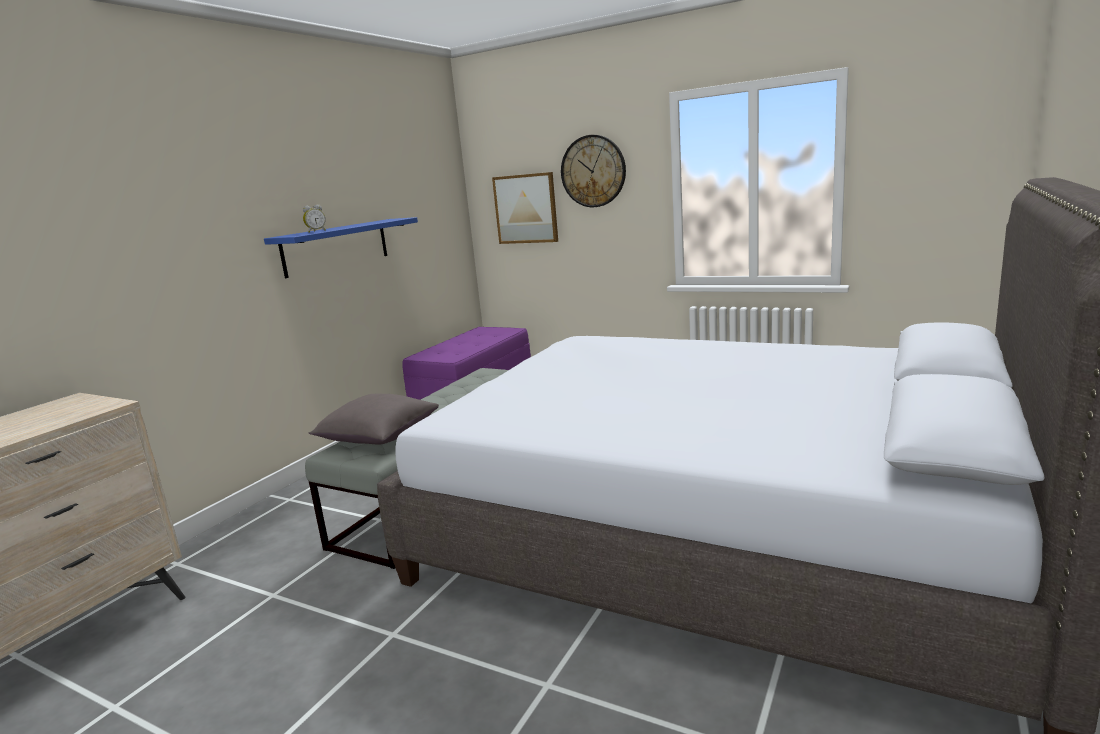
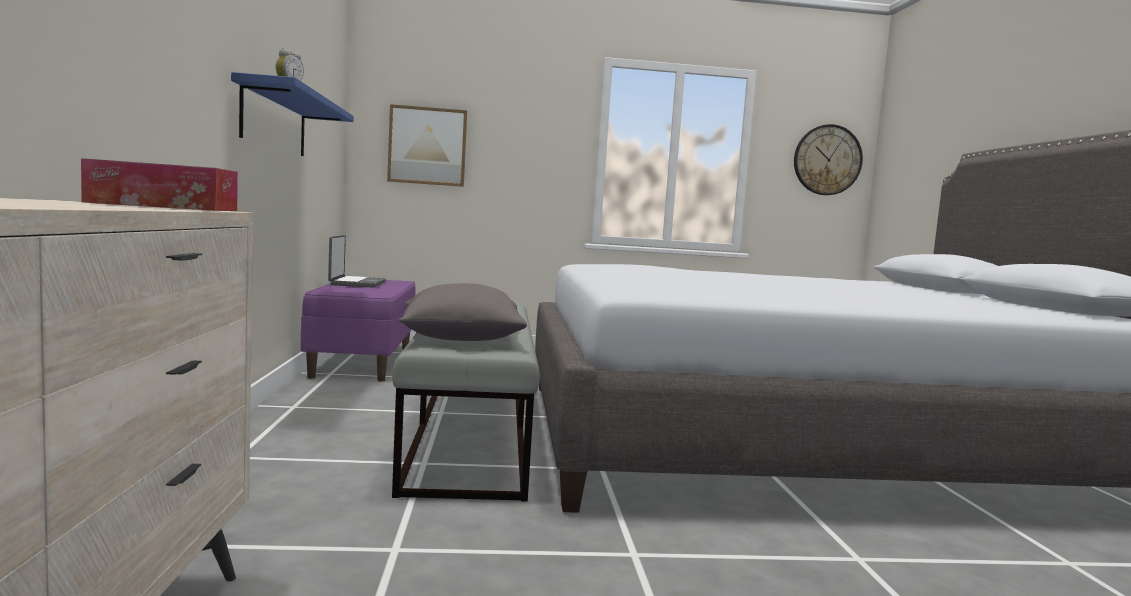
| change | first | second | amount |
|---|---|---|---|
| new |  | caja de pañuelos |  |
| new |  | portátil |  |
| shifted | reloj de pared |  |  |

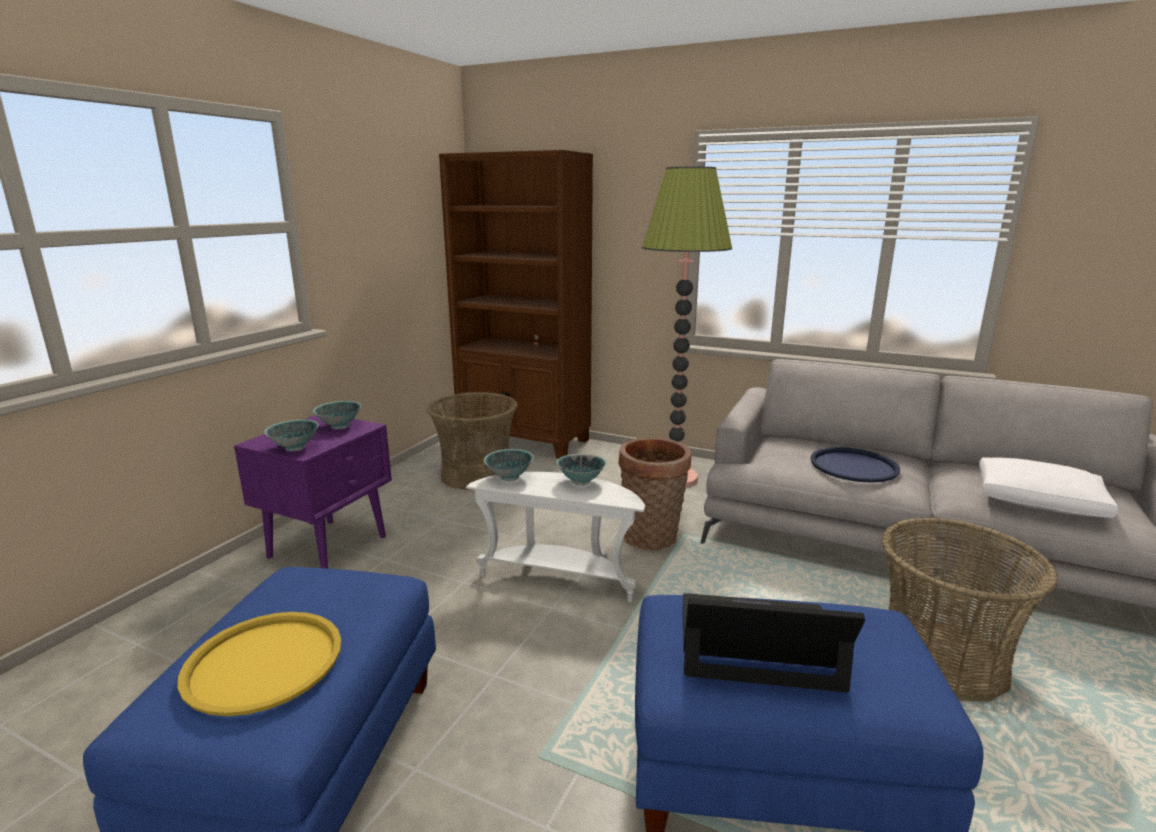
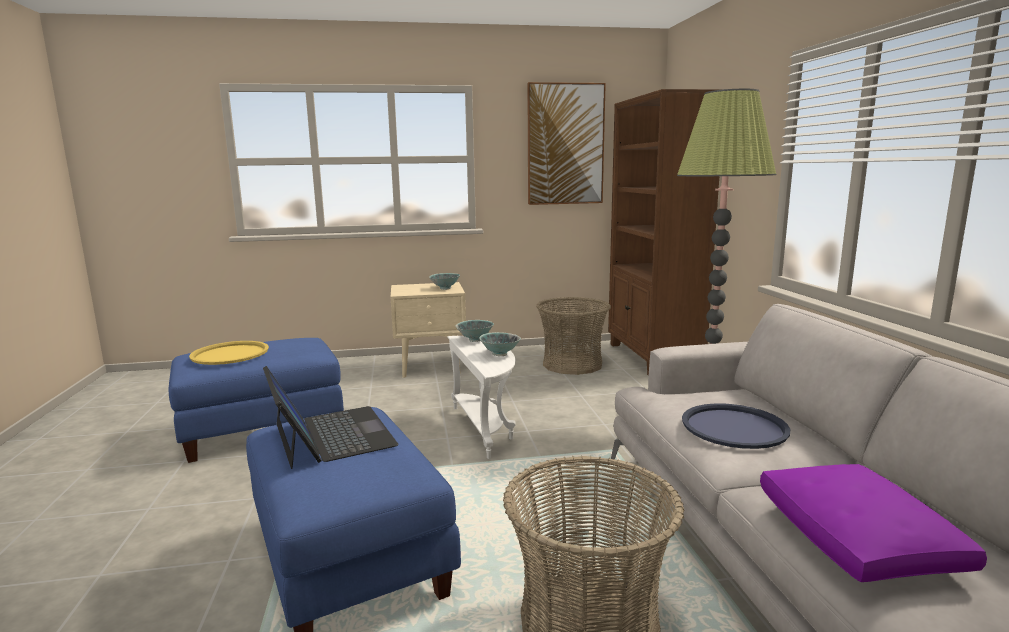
| change | first | second | amount |
|---|---|---|---|
| gone | cuenco (no. 1 from left) |  |  |
| gone | cesta (no. 2 from left) |  |  |
| new |  | cuadro |  |
| repainted | mesita de noche [morado] | mesita de noche [beis] |  |
| repainted | cojín [blanco] | cojín [morado] |  |

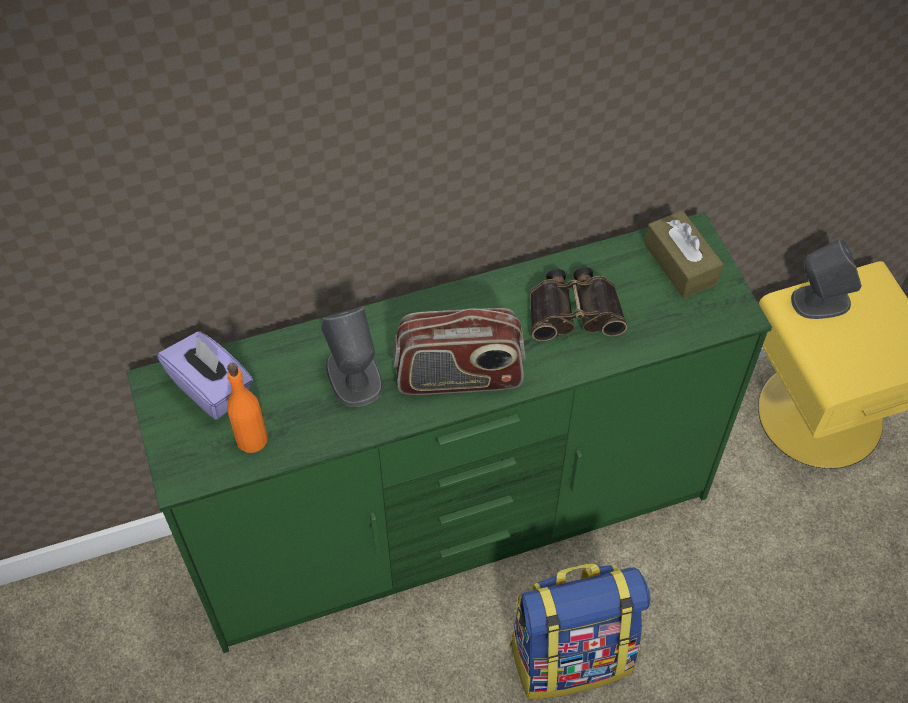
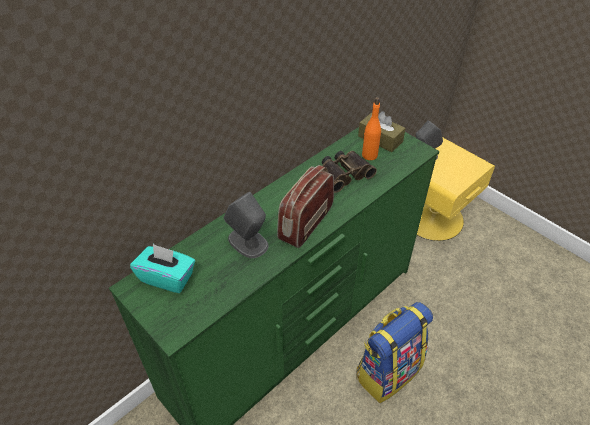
| change | first | second | amount |
|---|---|---|---|
| shifted | botella [naranja] |  |  |
| repainted | caja de pañuelos [morado] | caja de pañuelos [turquesa] |  |
| rotated | radio |  | 150 degrees clockwise |

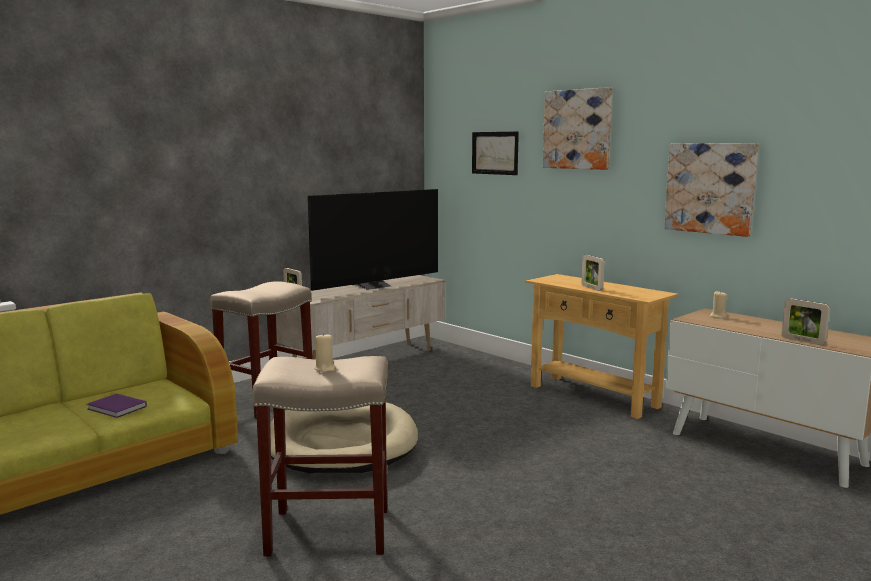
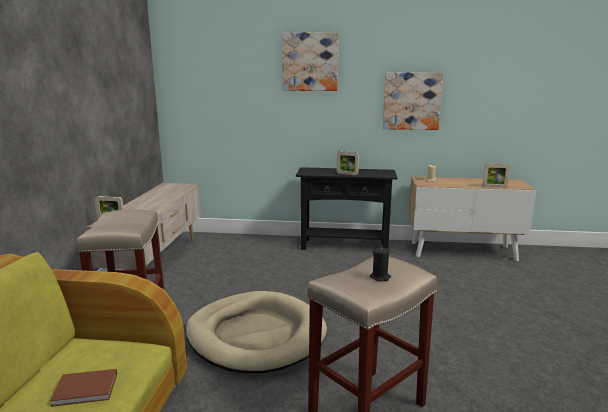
| change | first | second | amount |
|---|---|---|---|
| gone | televisor |  |  |
| gone | cuadro (no. 1 from left) |  |  |
| repainted | libro [morado] | libro [marrón] |  |
| repainted | vela [beis] (no. 1 from left) | vela [negro] |  |
| repainted | mesa consola [beis] | mesa consola [negro] |  |

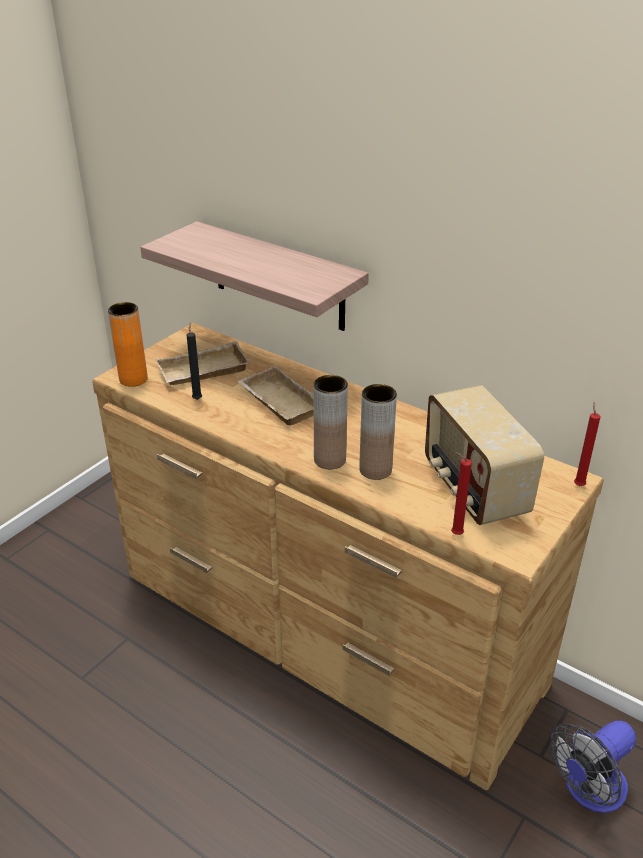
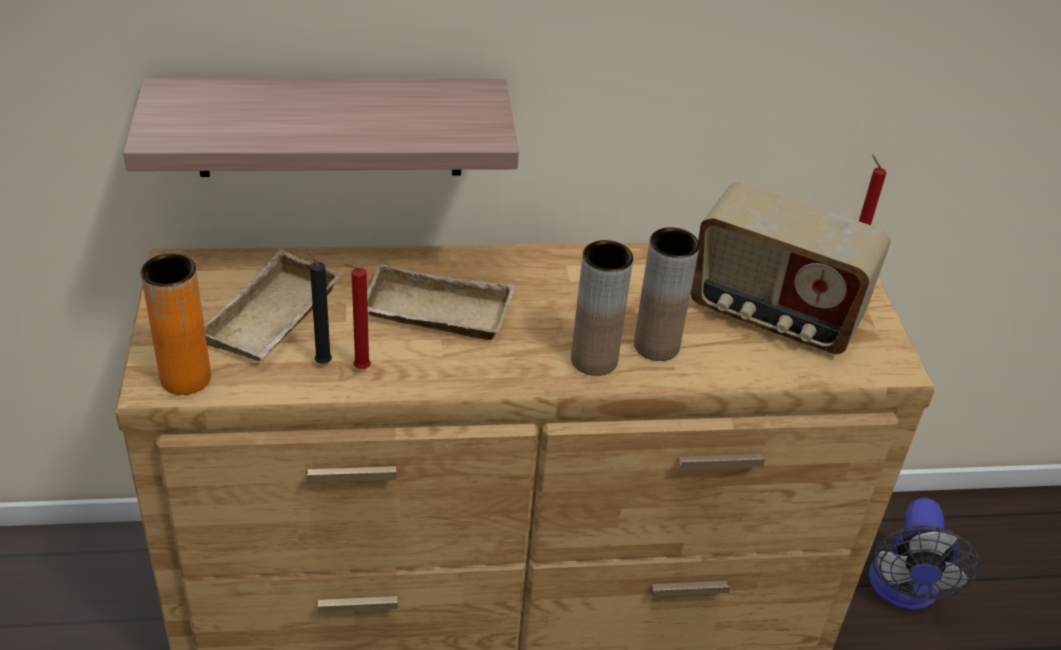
| change | first | second | amount |
|---|---|---|---|
| shifted | vela [rojo] (no. 1 from left) |  |  |

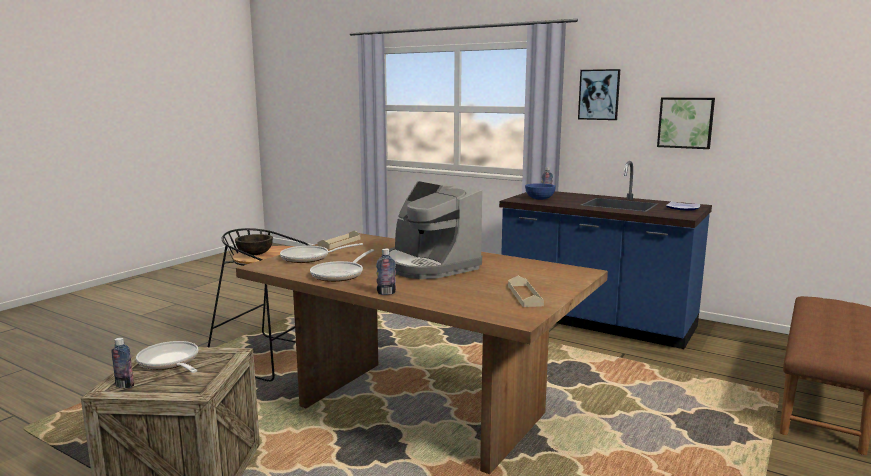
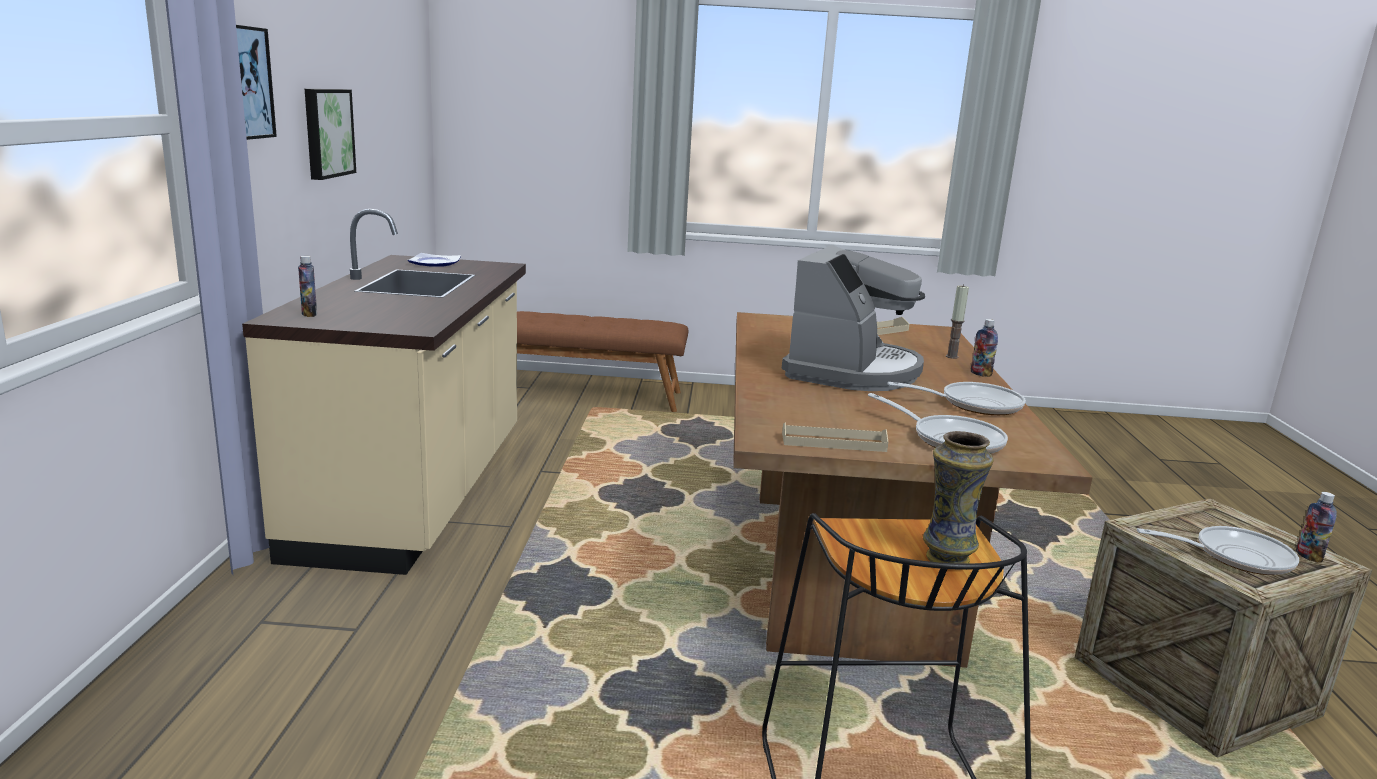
| change | first | second | amount |
|---|---|---|---|
| gone | cuenco [azul] |  |  |
| new |  | vela |  |
| swapped | cuenco [marrón] | florero |  |
| repainted | mueble bajo de cocina [azul] | mueble bajo de cocina [beis] |  |
| rotated | sartén (no. 1 from left in the first image) | sartén (no. 3 from left) | 105 degrees counterclockwise |

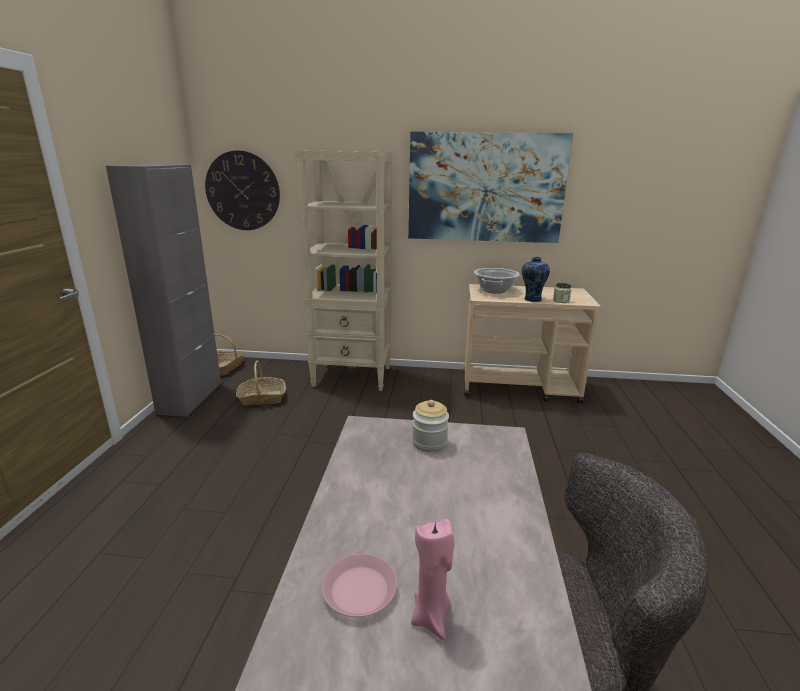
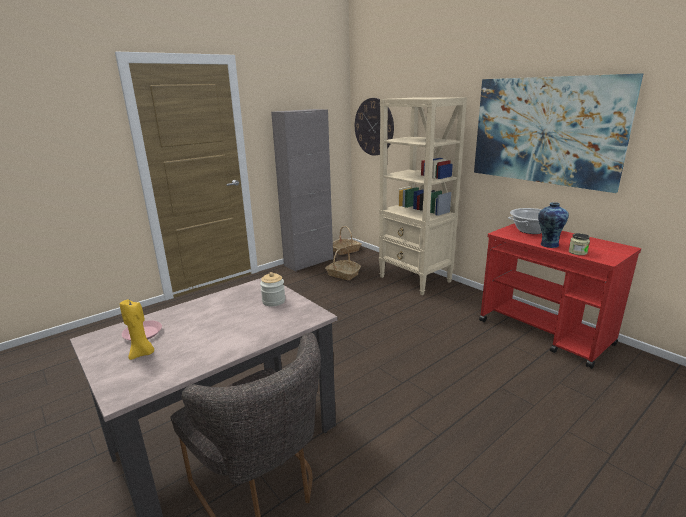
| change | first | second | amount |
|---|---|---|---|
| repainted | vela [rosa] | vela [amarillo] |  |
| repainted | carrito [beis] | carrito [rojo] |  |

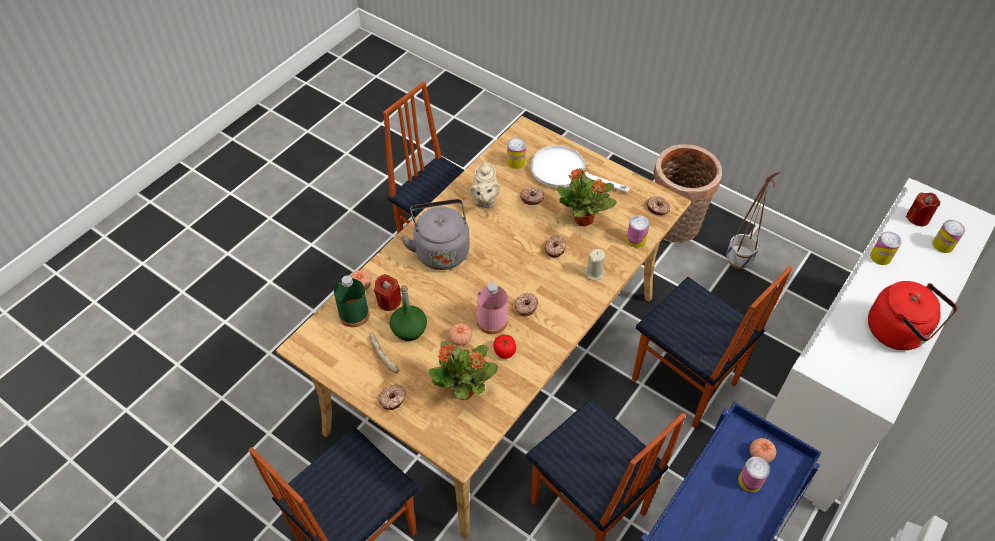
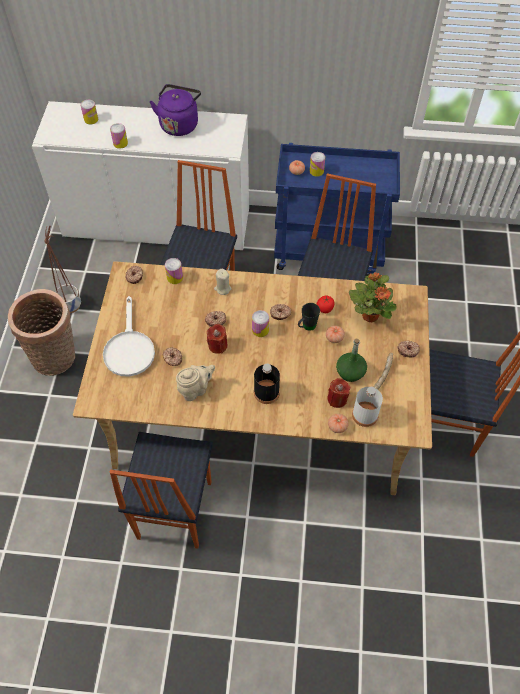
| change | first | second | amount |
|---|---|---|---|
| gone | planta en maceta (no. 2 from left) |  |  |
| shifted | lata (no. 1 from left in the first image) | lata (no. 4 from left) |  |
| shifted | vela [rojo] (no. 2 from left in the first image) | vela [rojo] (no. 1 from left) |  |
| swapped | hervidor [gris] | botella [negro] |  |
| swapped | botella [rosa] | taza grande [negro] |  |
| repainted | botella [verde] (no. 1 from left) | botella [blanco] |  |
| repainted | hervidor [rojo] | hervidor [morado] |  |

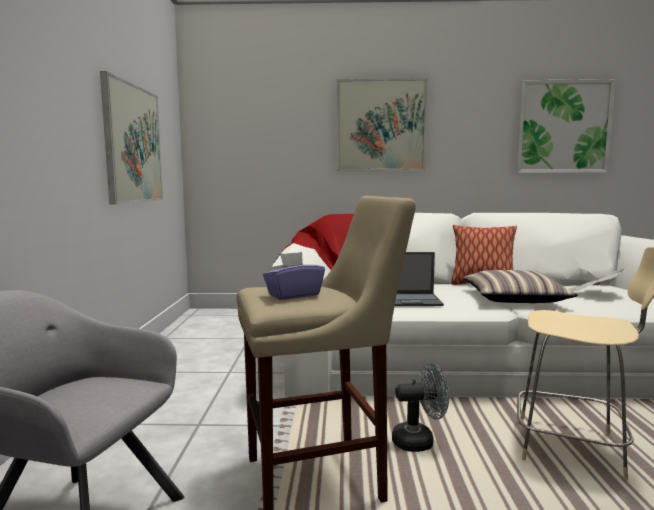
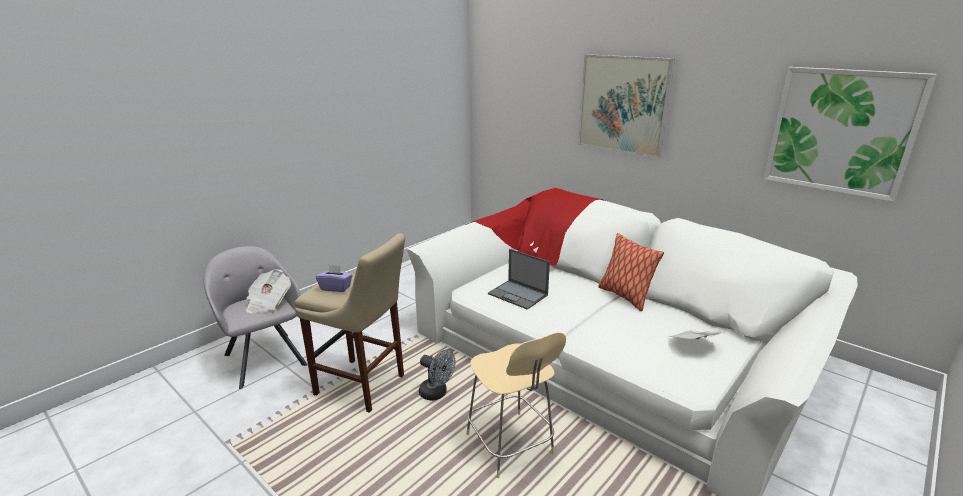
| change | first | second | amount |
|---|---|---|---|
| gone | cuadro (no. 1 from left) |  |  |
| gone | cojín (no. 2 from left) |  |  |
| new |  | periódico (no. 1 from left) |  |

